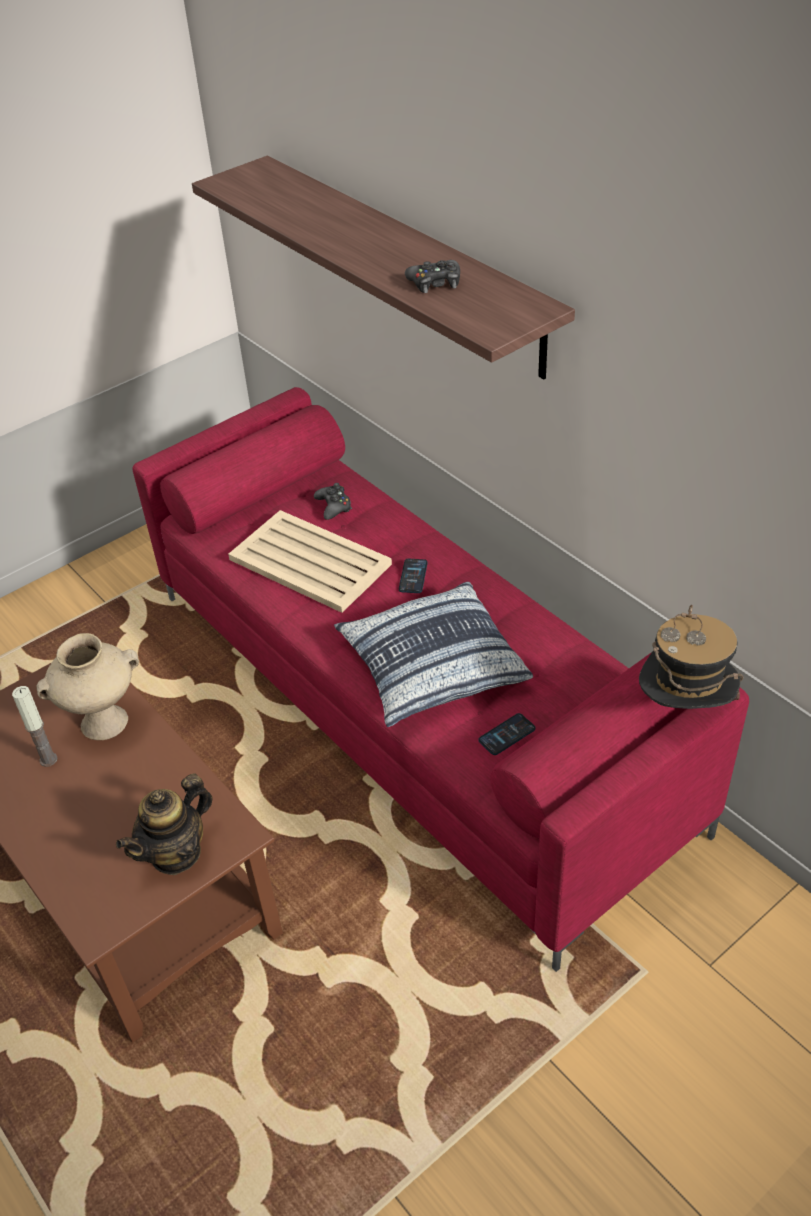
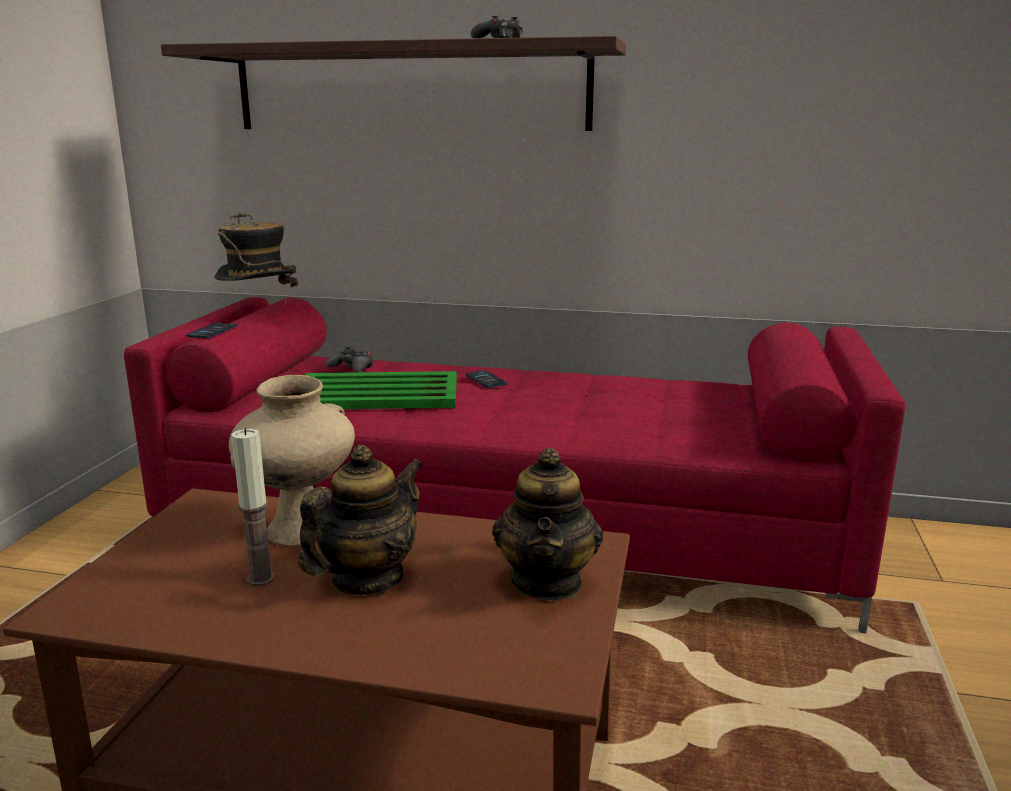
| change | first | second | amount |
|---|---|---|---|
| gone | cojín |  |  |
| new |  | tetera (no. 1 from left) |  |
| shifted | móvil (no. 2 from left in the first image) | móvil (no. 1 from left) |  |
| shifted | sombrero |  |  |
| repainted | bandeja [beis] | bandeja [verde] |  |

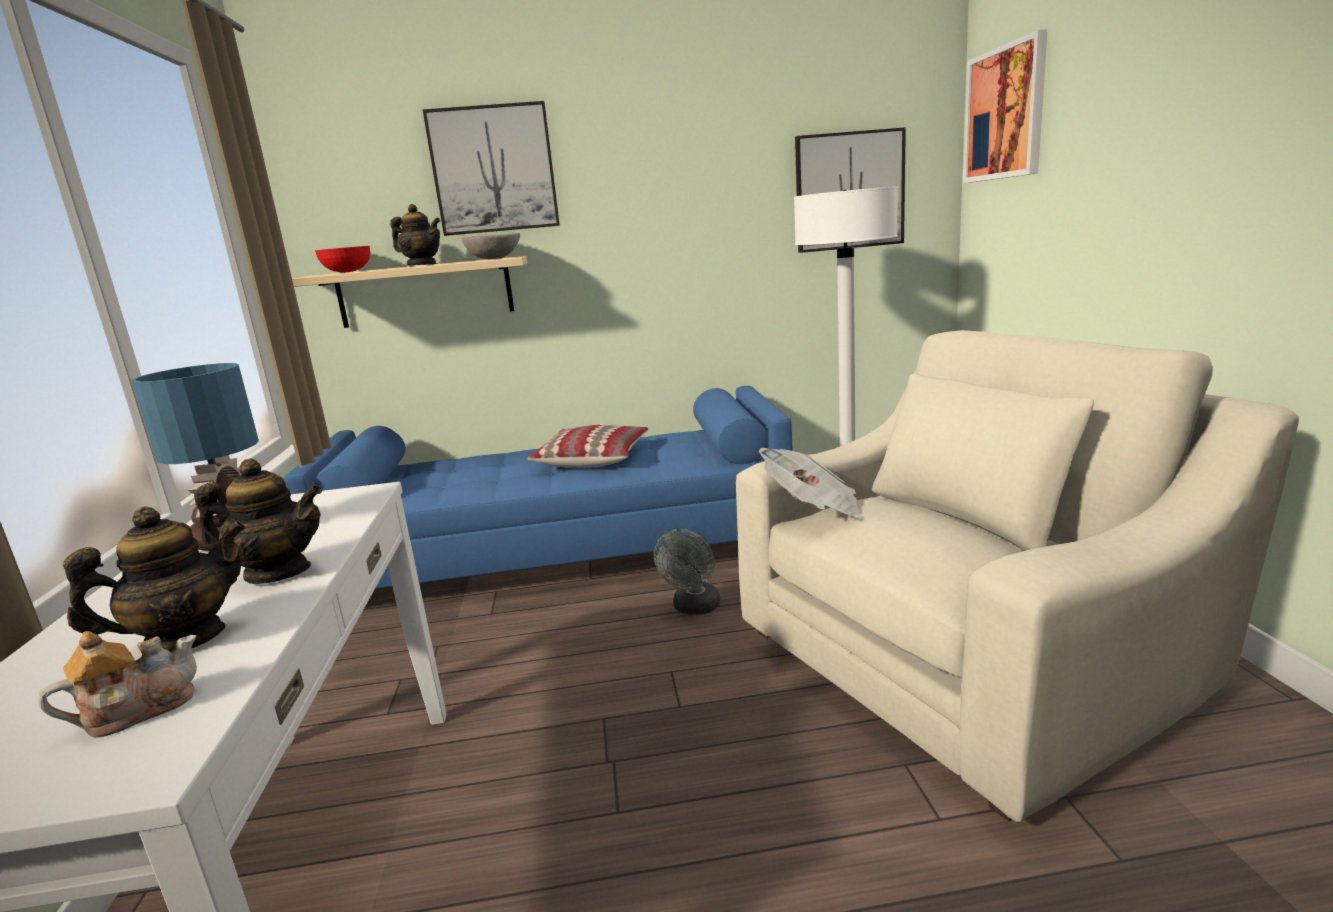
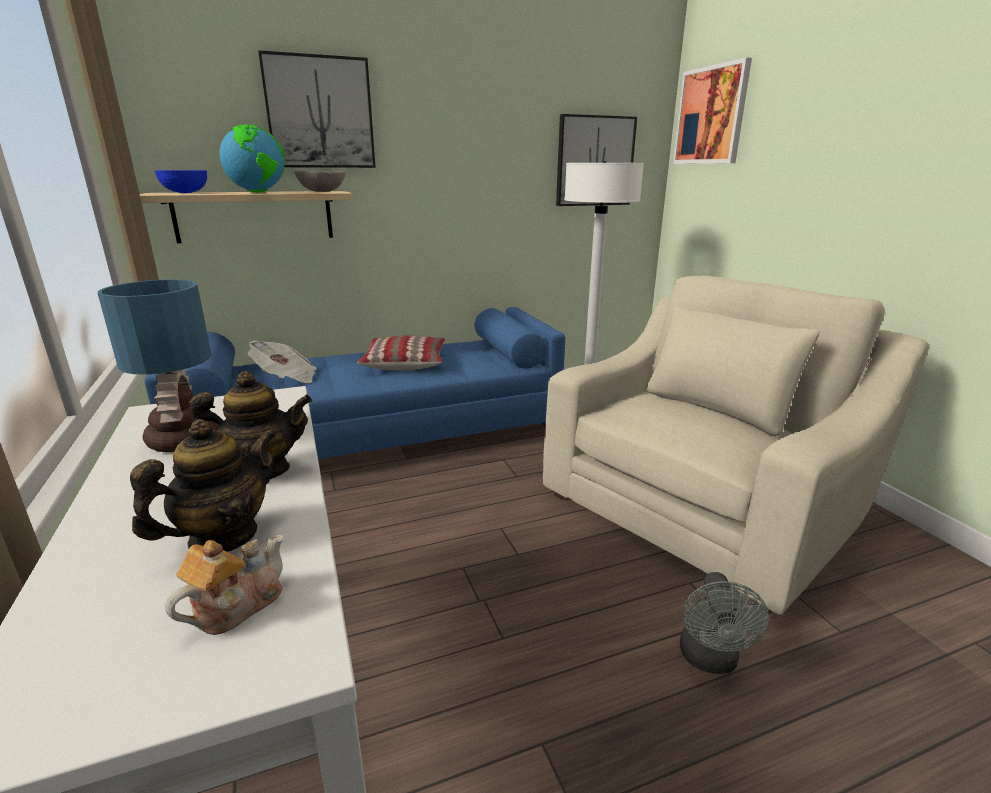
| change | first | second | amount |
|---|---|---|---|
| shifted | ventilador [gris] |  |  |
| shifted | periódico |  |  |
| swapped | tetera (no. 4 from left) | globo terráqueo |  |
| repainted | cuenco [rojo] | cuenco [azul] |  |

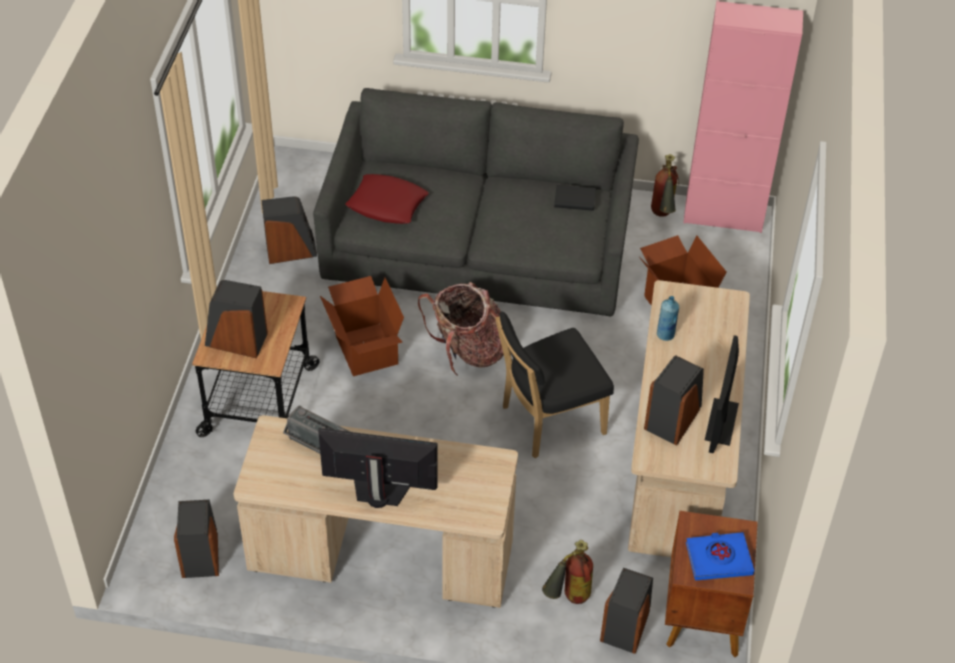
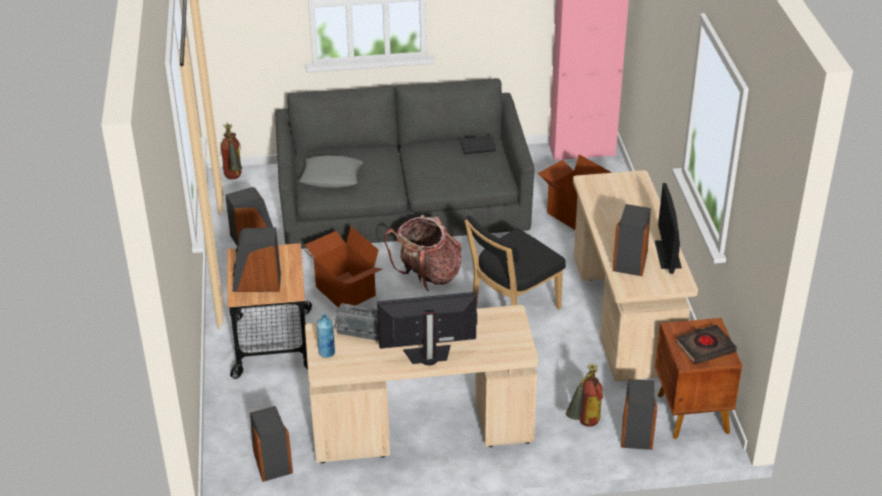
| change | first | second | amount |
|---|---|---|---|
| shifted | extintor (no. 2 from left in the first image) | extintor (no. 1 from left) |  |
| shifted | botella [azul] |  |  |
| repainted | cojín [rojo] | cojín [gris] |  |
| repainted | libro [azul] | libro [negro] (no. 2 from left) |  |

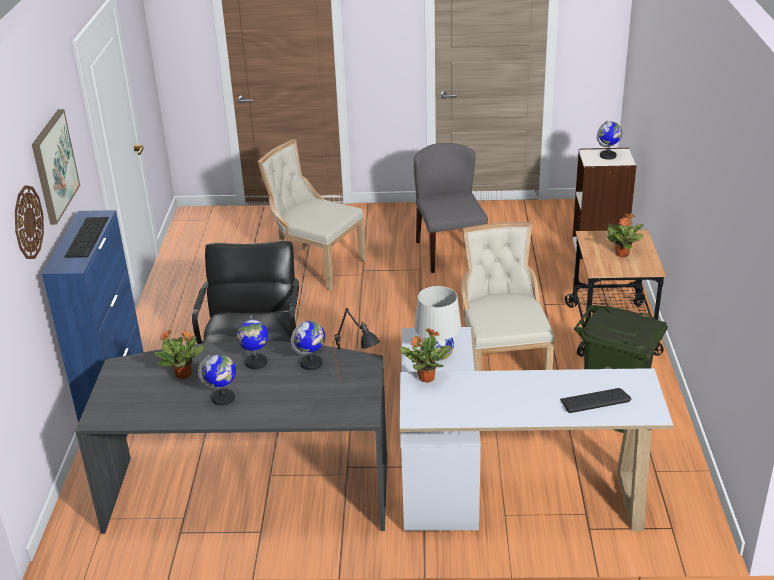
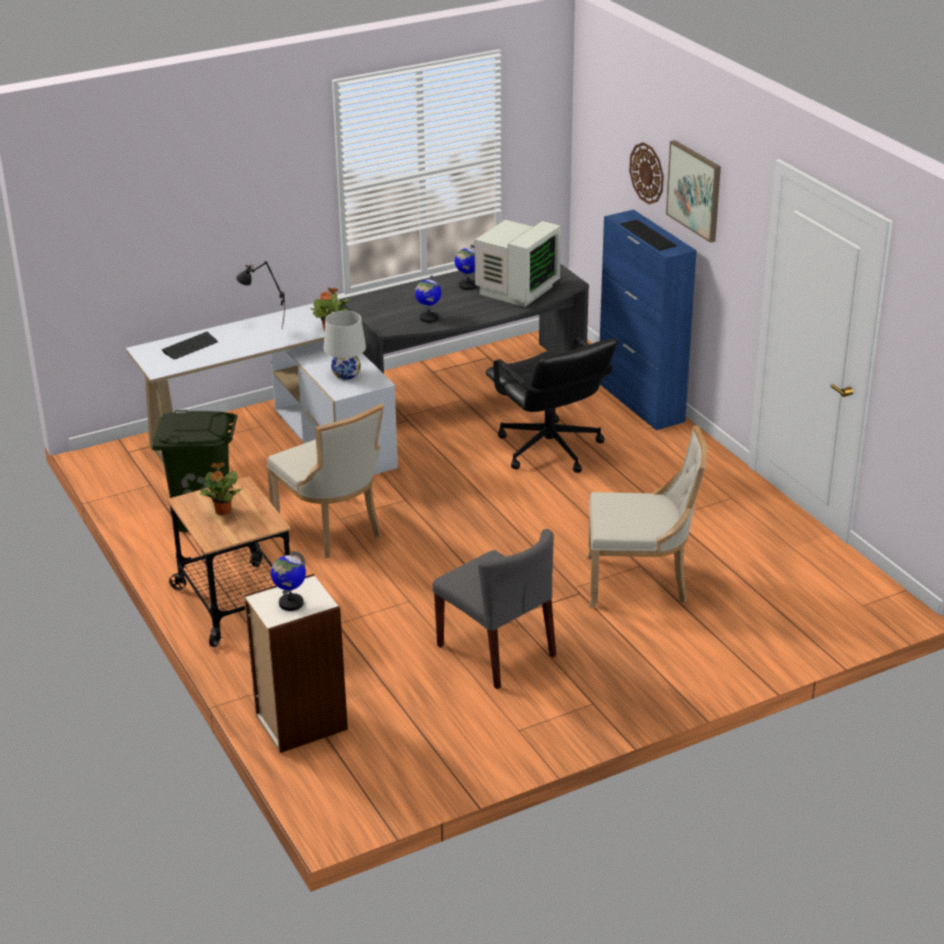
| change | first | second | amount |
|---|---|---|---|
| gone | globo terráqueo (no. 2 from left) |  |  |
| shifted | lámpara de mesa [negro] |  |  |
| swapped | planta en maceta (no. 1 from left) | monitor |  |

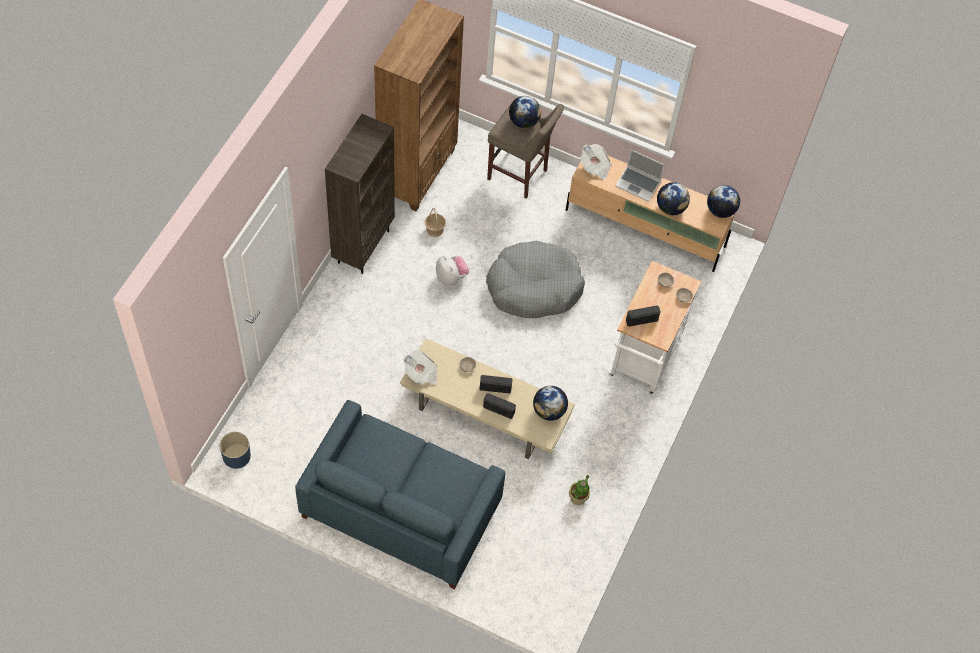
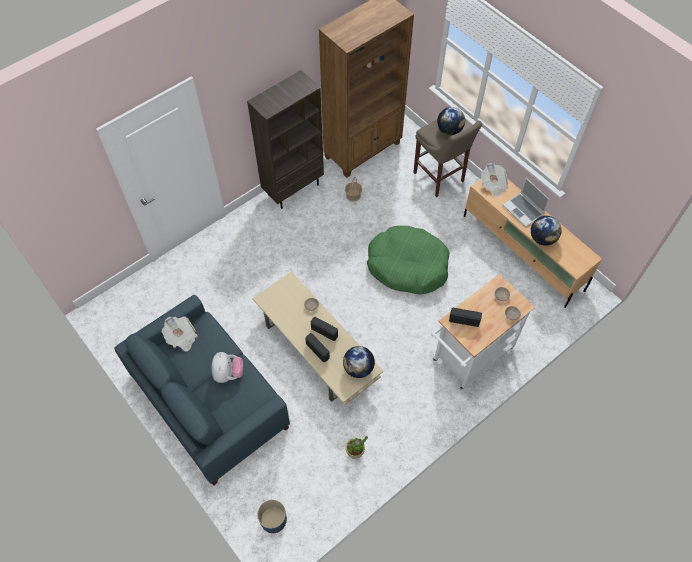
| change | first | second | amount |
|---|---|---|---|
| gone | globo terráqueo (no. 4 from left) |  |  |
| shifted | maceta [azul] |  |  |
| shifted | periódico (no. 1 from left) |  |  |
| shifted | peluche |  |  |
| repainted | cama para perro [gris] | cama para perro [verde] |  |

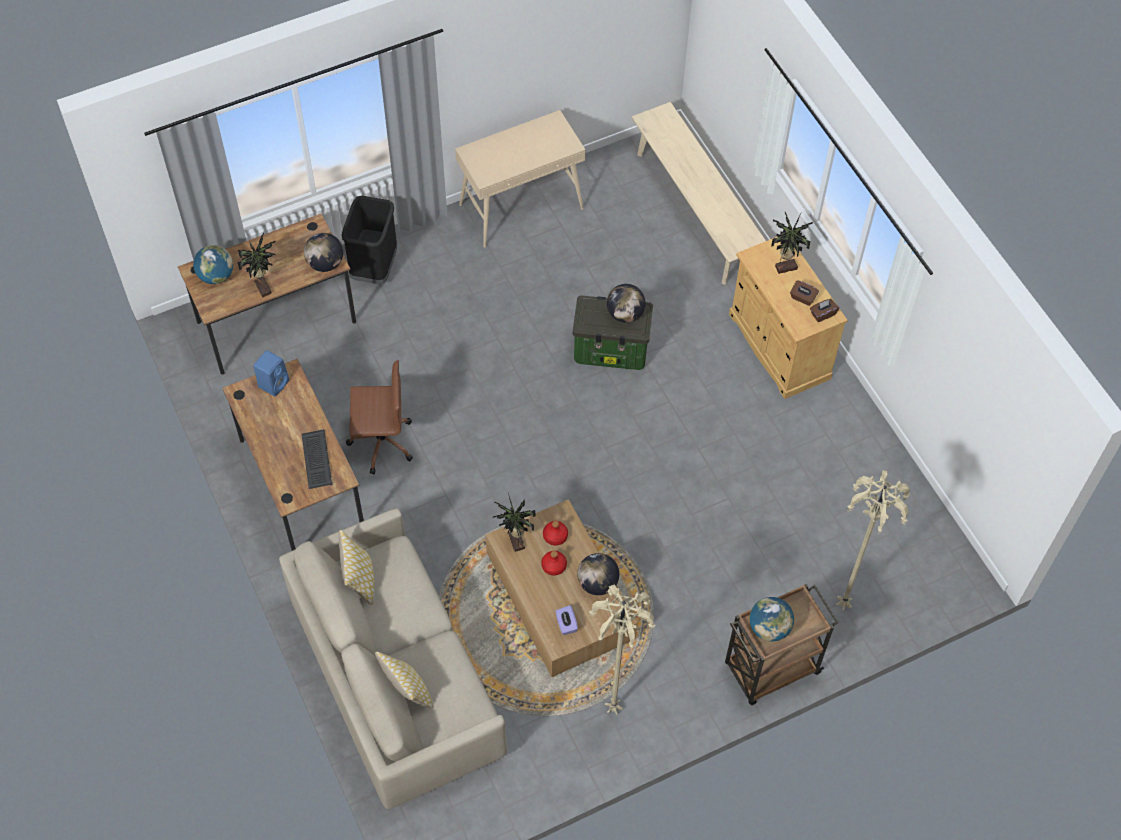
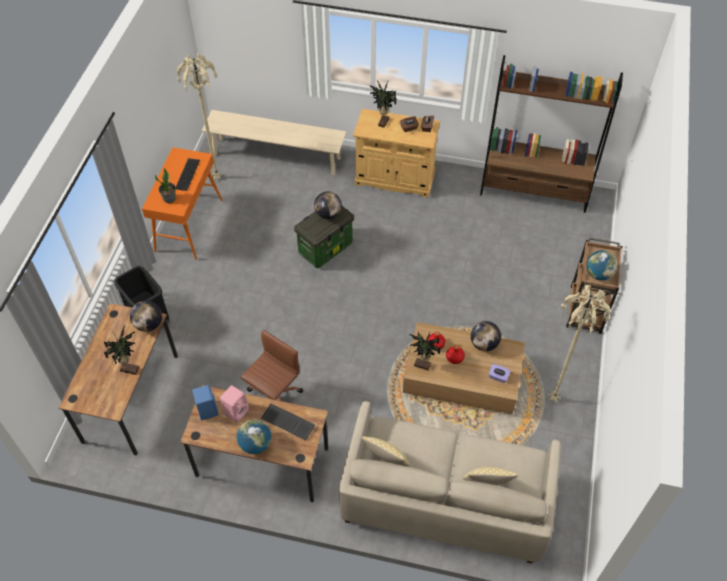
| change | first | second | amount |
|---|---|---|---|
| new |  | planta en maceta (no. 2 from left) |  |
| new |  | teclado (no. 1 from left) |  |
| new |  | altavoz [rosa] |  |
| new |  | estantería [marrón] |  |
| shifted | globo terráqueo (no. 1 from left in the first image) | globo terráqueo (no. 2 from left) |  |
| shifted | lámpara de pie [beis] (no. 2 from left in the first image) | lámpara de pie [beis] (no. 1 from left) |  |
| repainted | mesa consola [beis] | mesa consola [naranja] |  |

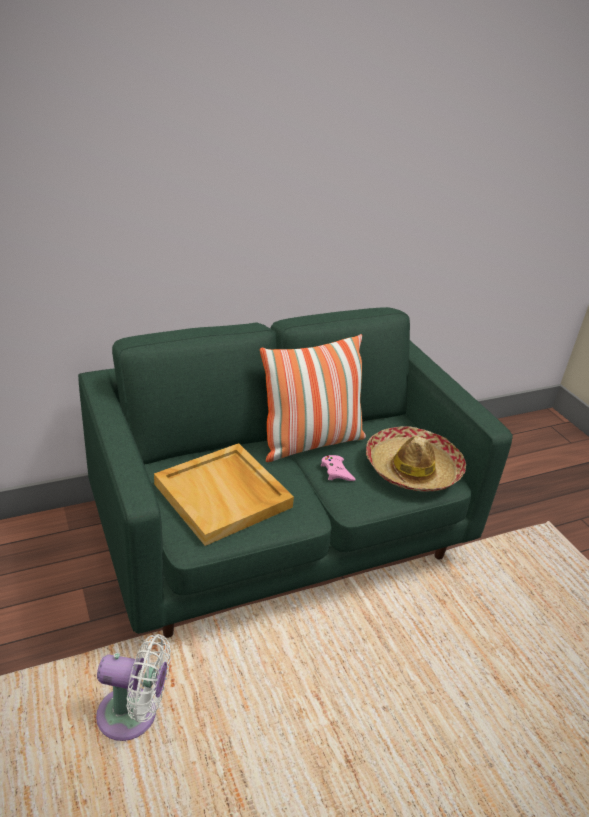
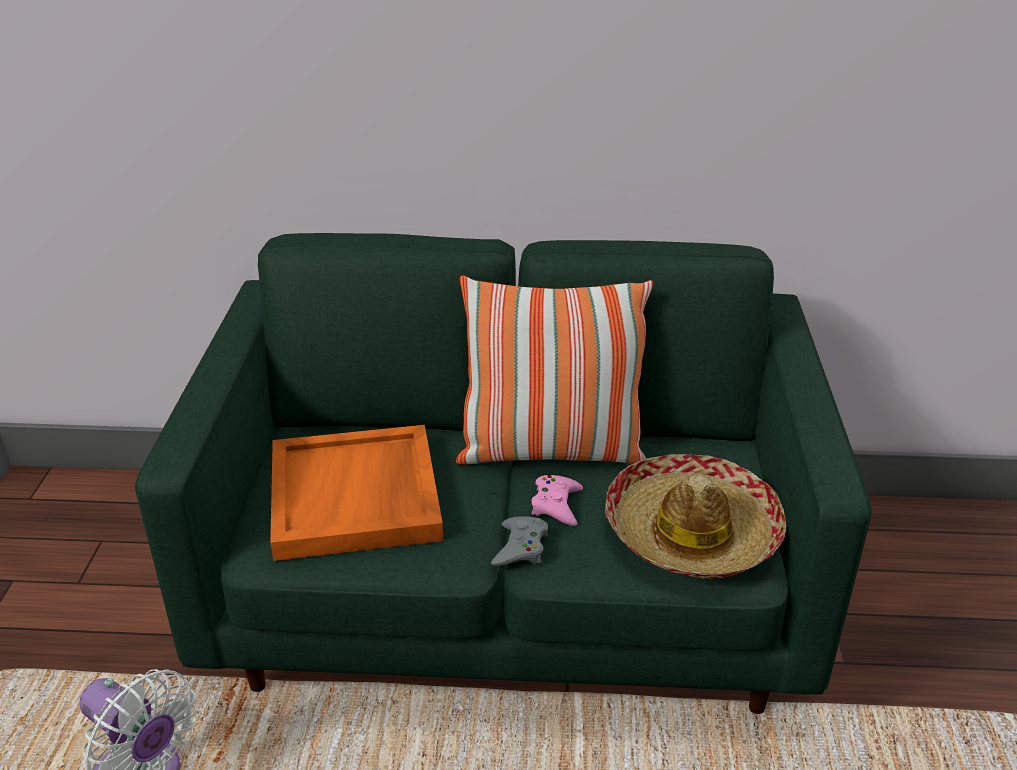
| change | first | second | amount |
|---|---|---|---|
| new |  | mando de consola [gris] |  |
| repainted | bandeja [beis] | bandeja [naranja] |  |

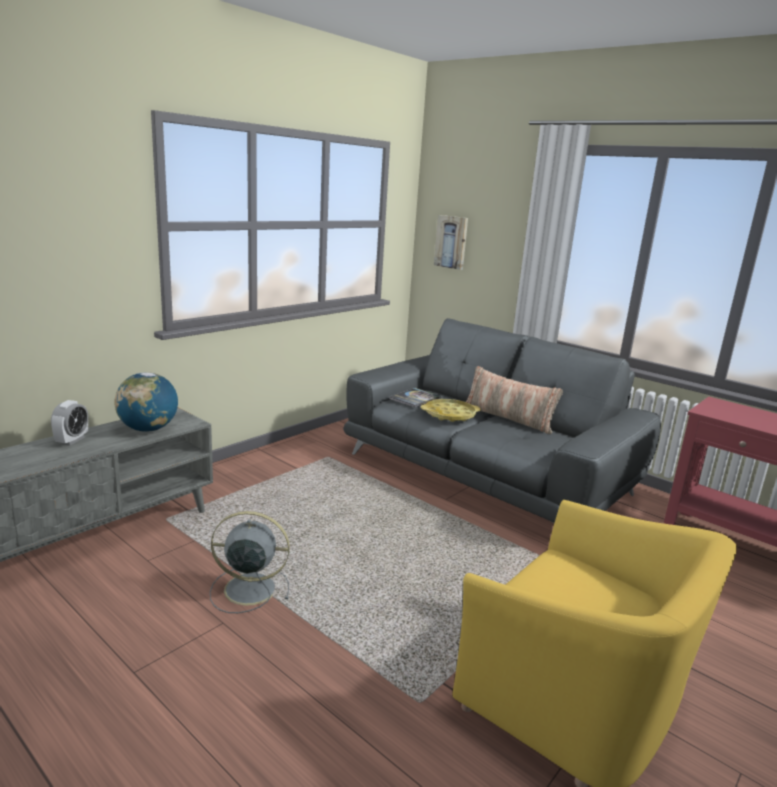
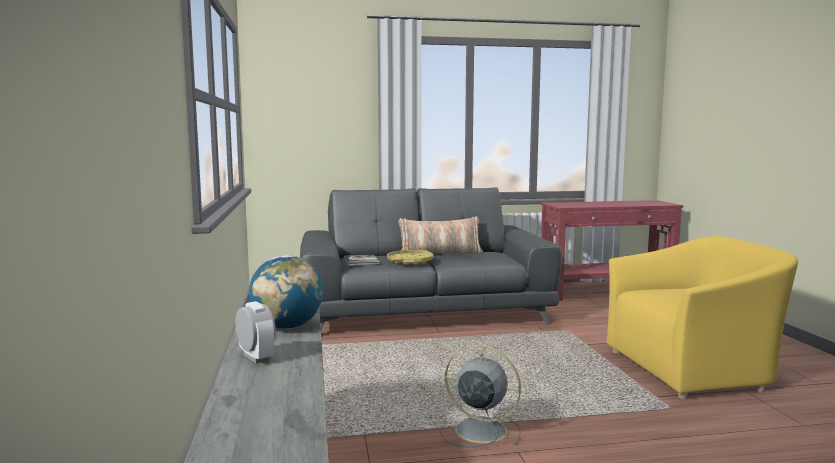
| change | first | second | amount |
|---|---|---|---|
| gone | cuadro |  |  |
| rotated | ventilador [gris] |  | 75 degrees clockwise |

